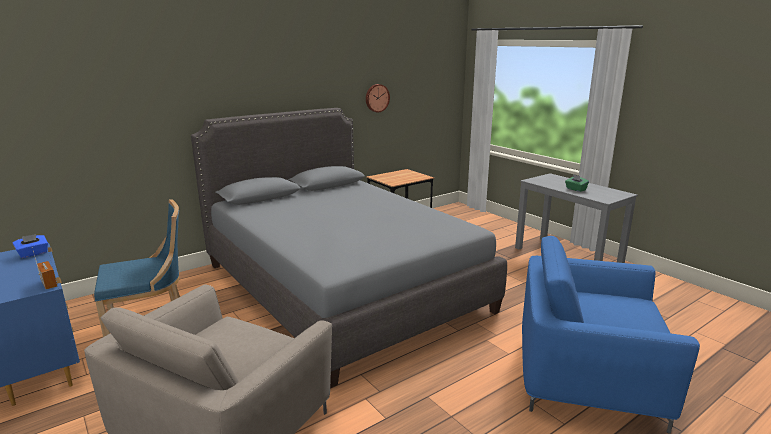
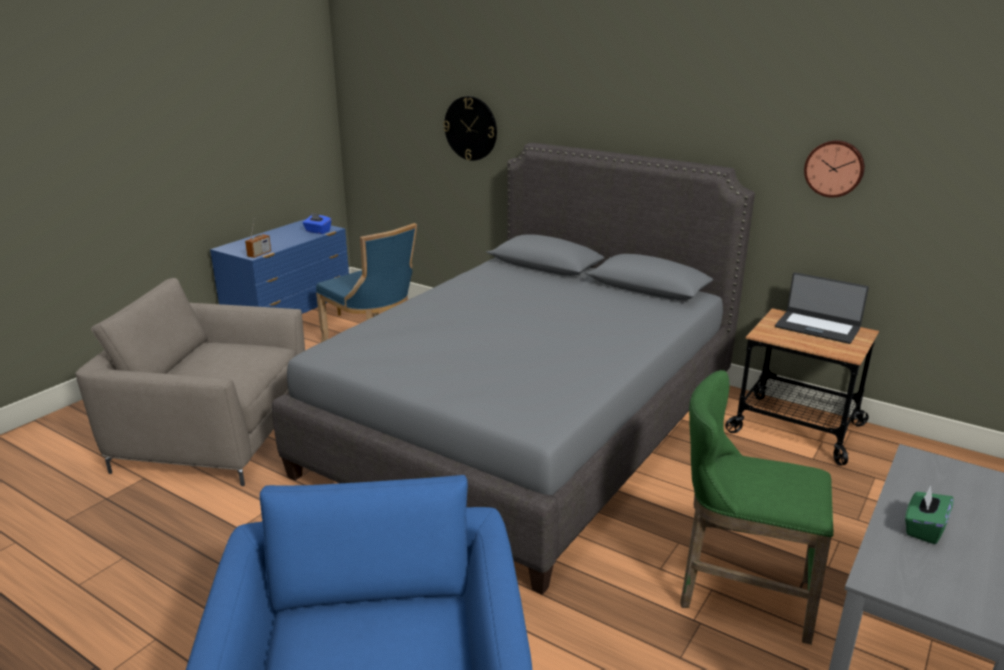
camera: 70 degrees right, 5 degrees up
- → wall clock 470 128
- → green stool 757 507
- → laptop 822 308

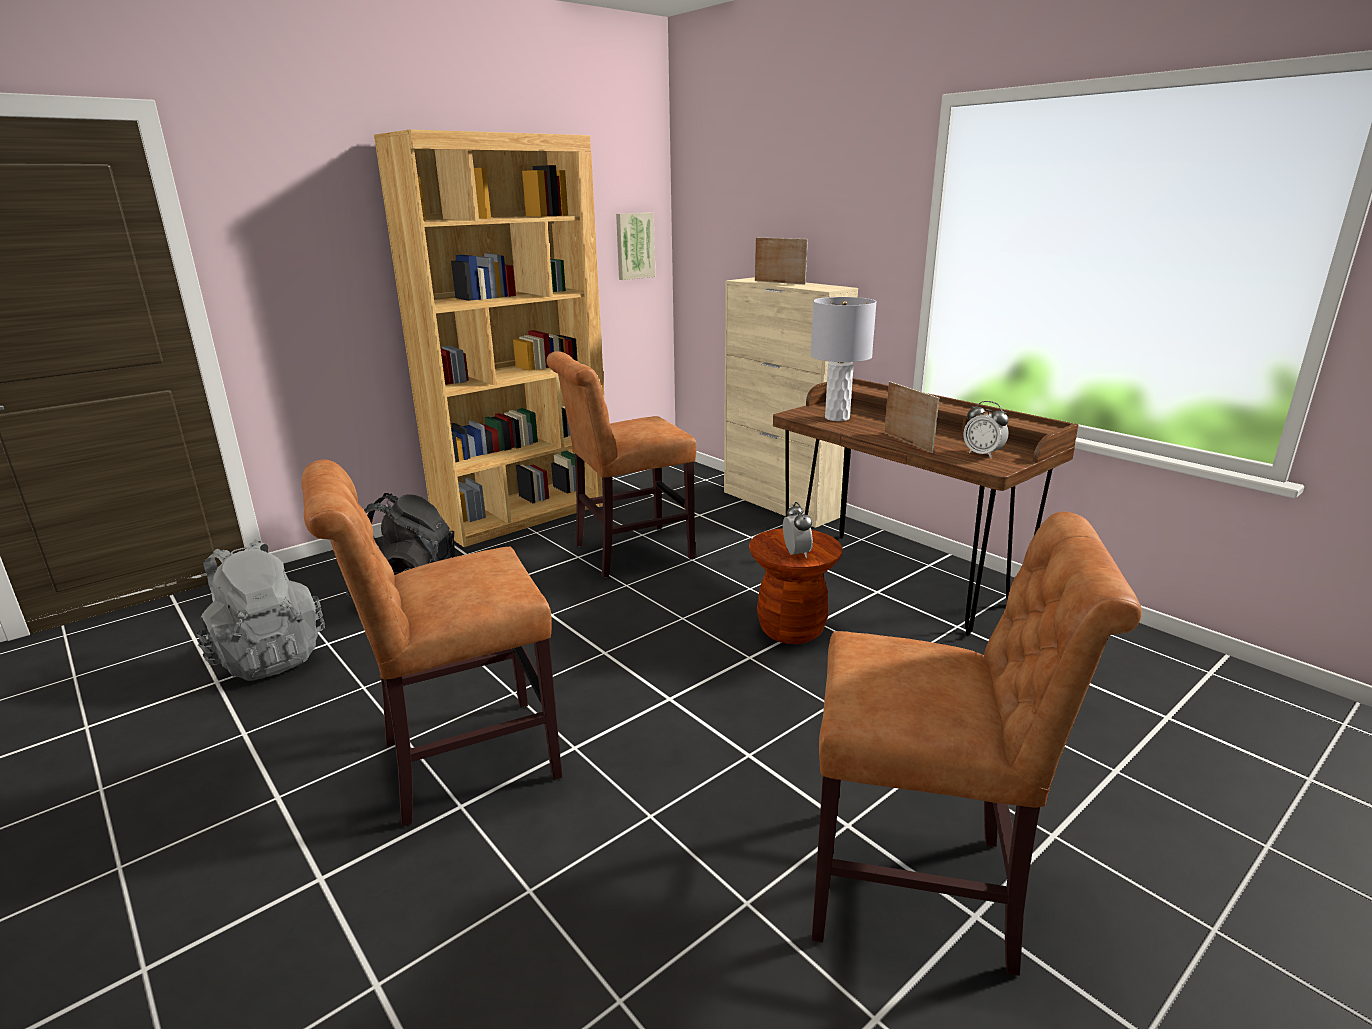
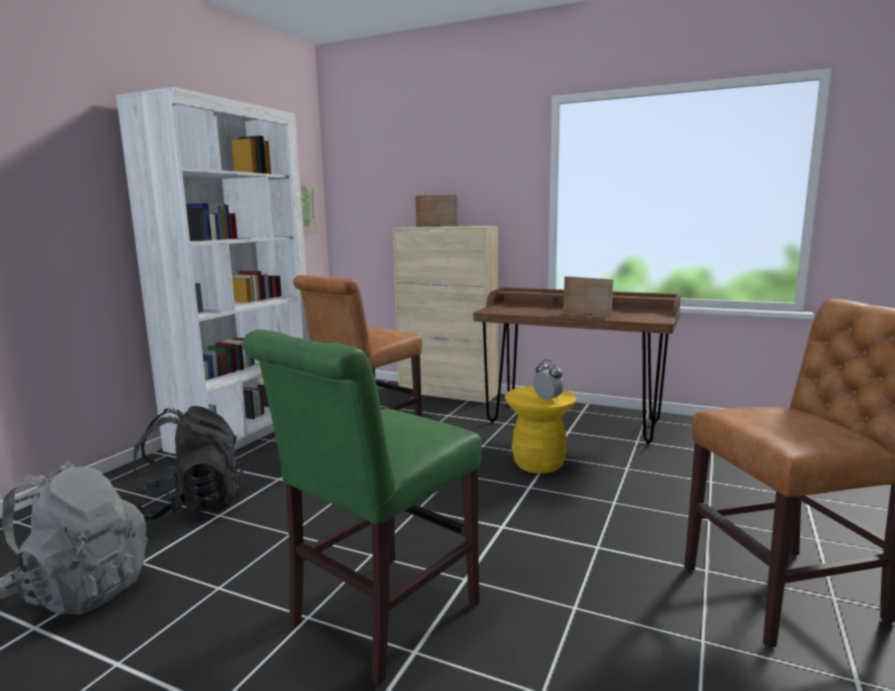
camera: 25 degrees left, 10 degrees down
grey table lamp 844 359 → -
alarm clock 986 429 → -
brown chair 431 643 → green chair 362 508
brown bookcase 489 338 → white bookcase 213 270
brown stool 795 586 → yellow stool 540 430

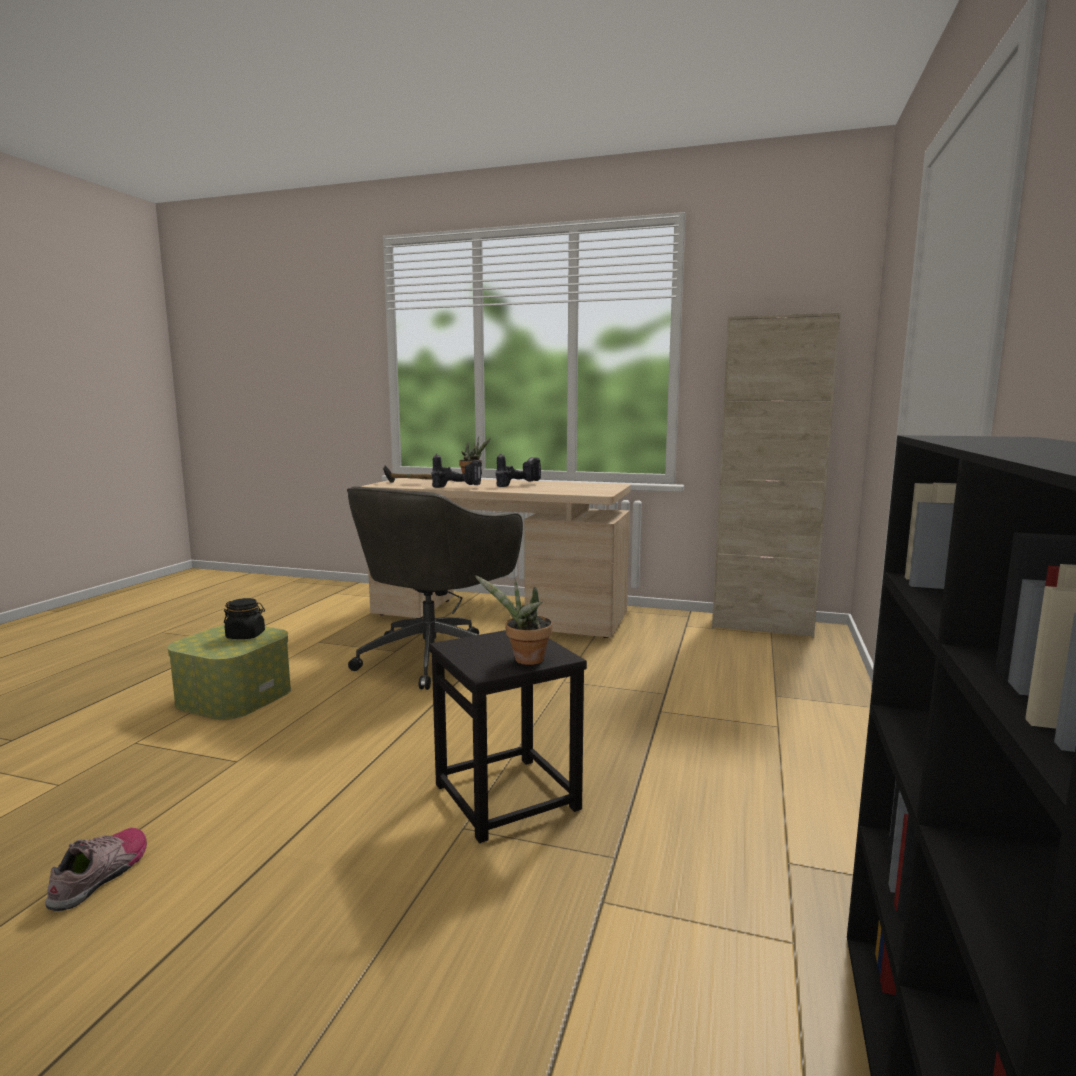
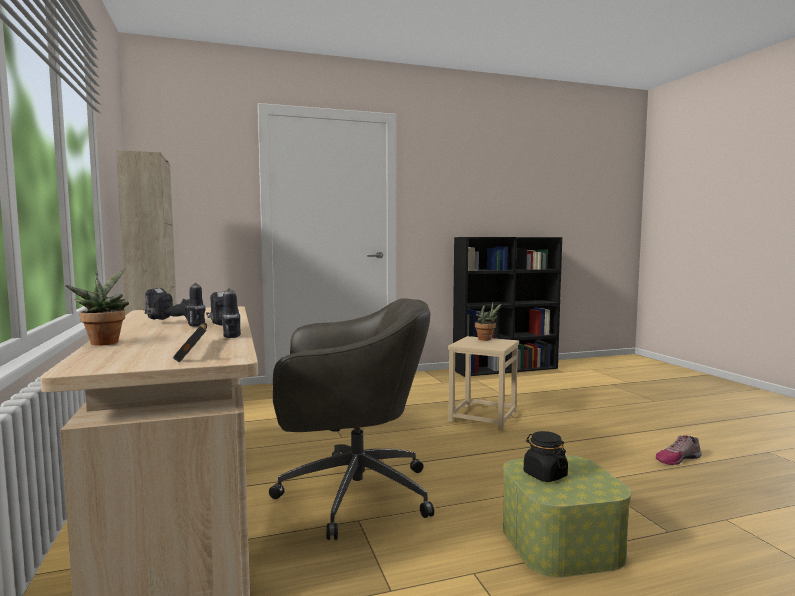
camera: 125 degrees left, 5 degrees down
black stool 508 736 → beige stool 483 383

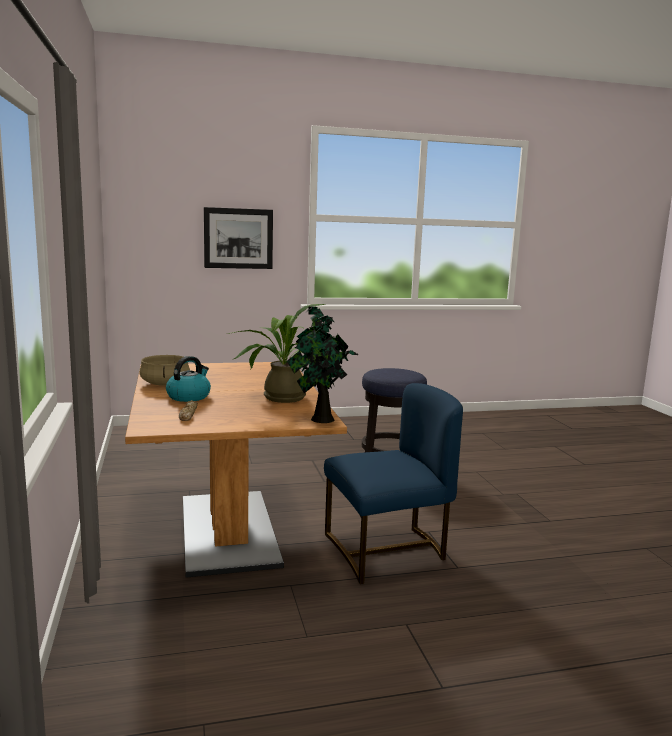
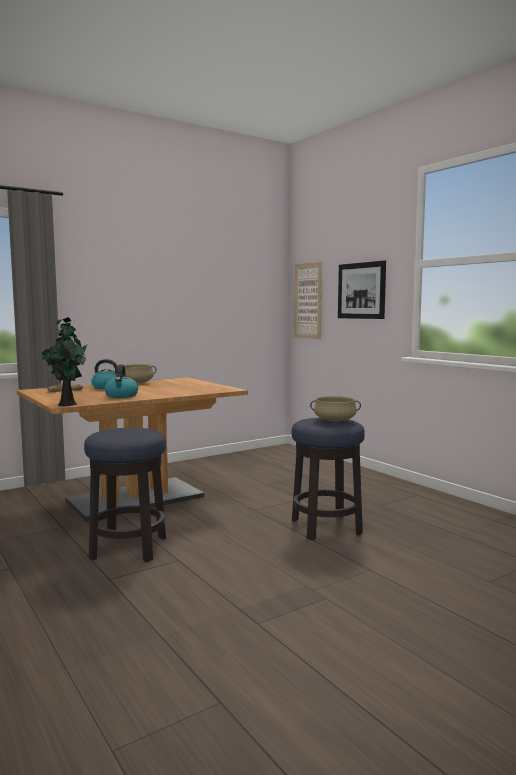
camera: 70 degrees right, 5 degrees down
- → picture 308 300
- → beige cooking pot 335 409
potted plant 277 353 → kettle 121 381
blue chair 393 483 → stool 125 495

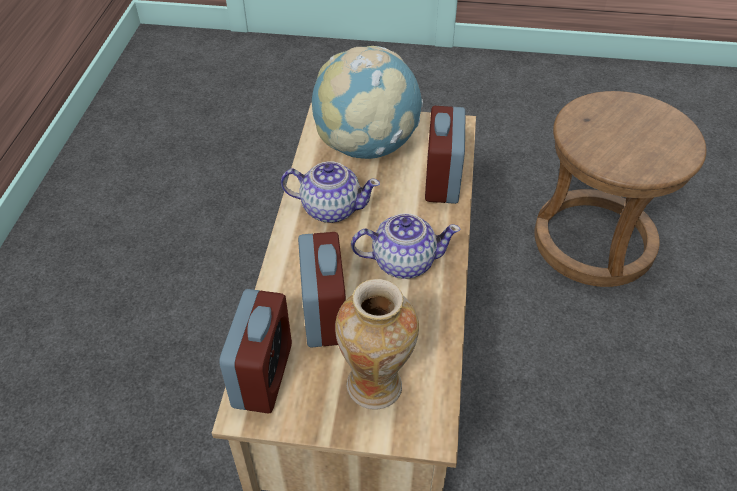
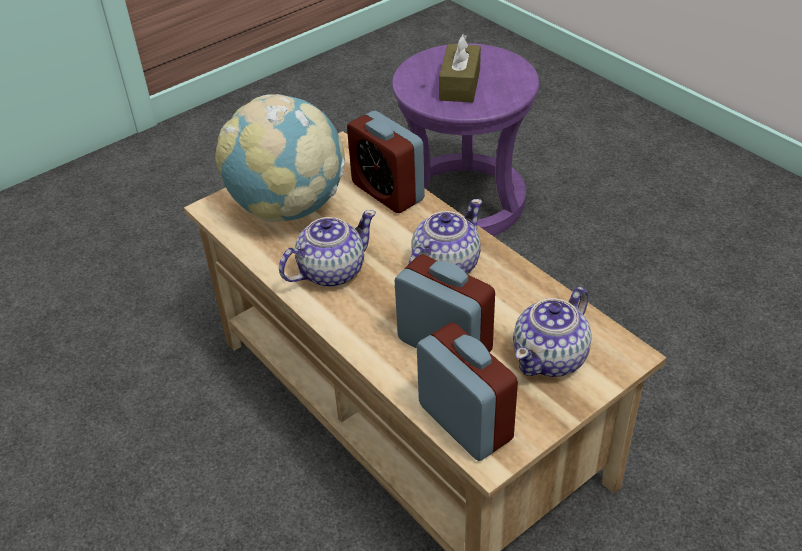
camera: 45 degrees left, 5 degrees down
- → brown tissue box 460 68
vase 377 344 → teapot 552 332
brown stool 620 189 → purple stool 465 139

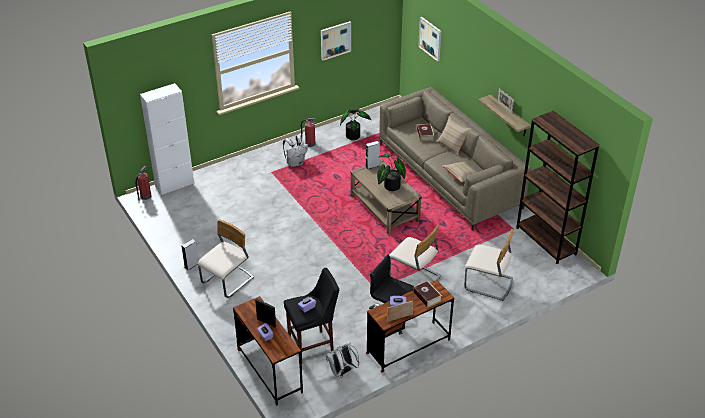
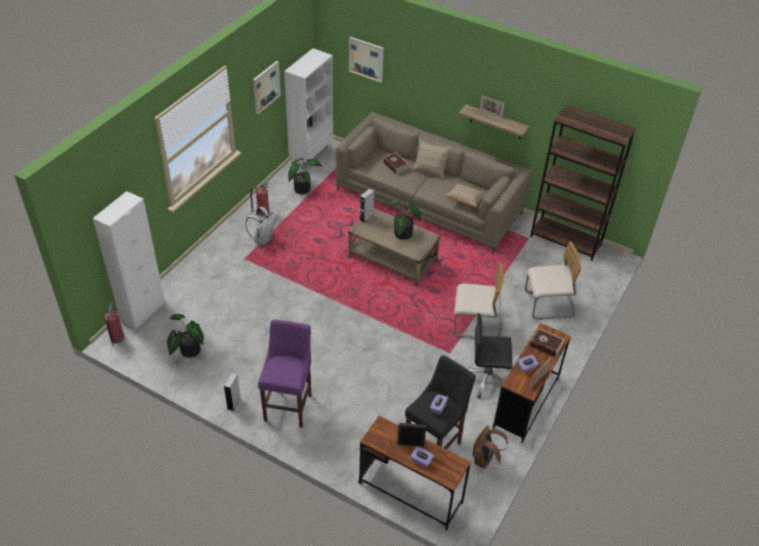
camera: 30 degrees left, 5 degrees up
- → potted plant 185 336
- → white bookcase 308 109
beige chair 226 258 → purple stool 284 373
white backpack 342 360 → brown backpack 490 447

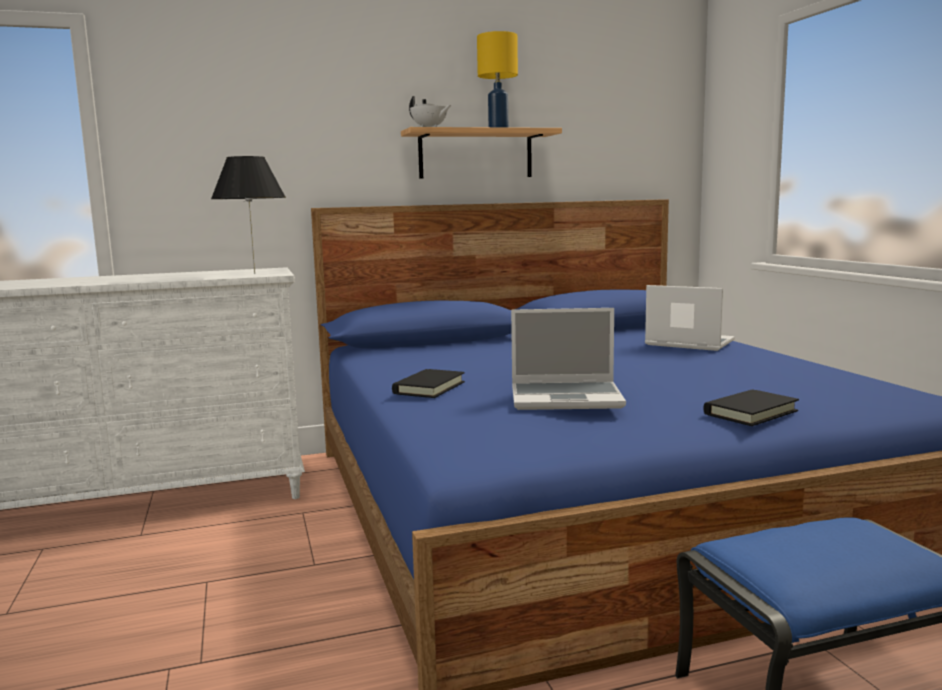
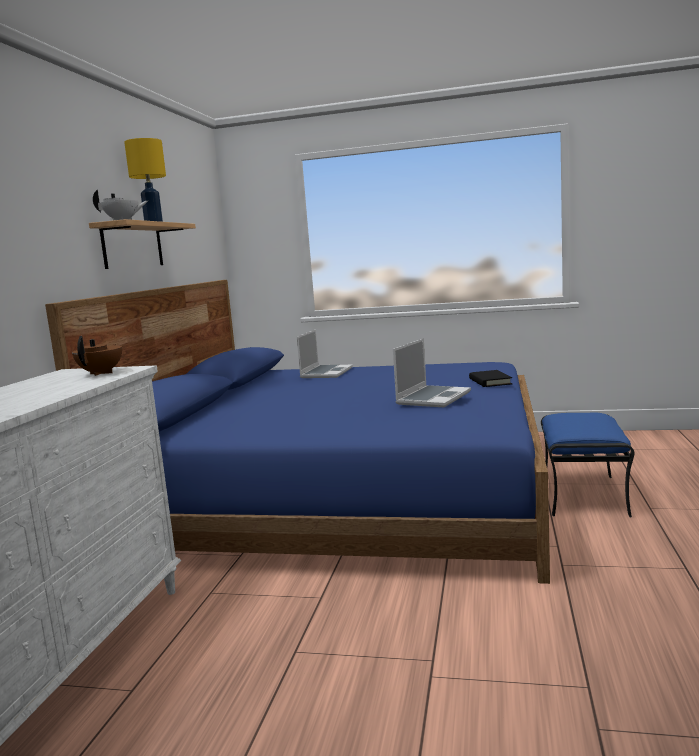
camera: 60 degrees left, 0 degrees up
black book 428 383 → -
black table lamp 248 215 → brown teapot 97 356
laptop 690 318 → laptop 325 354, 135 degrees clockwise

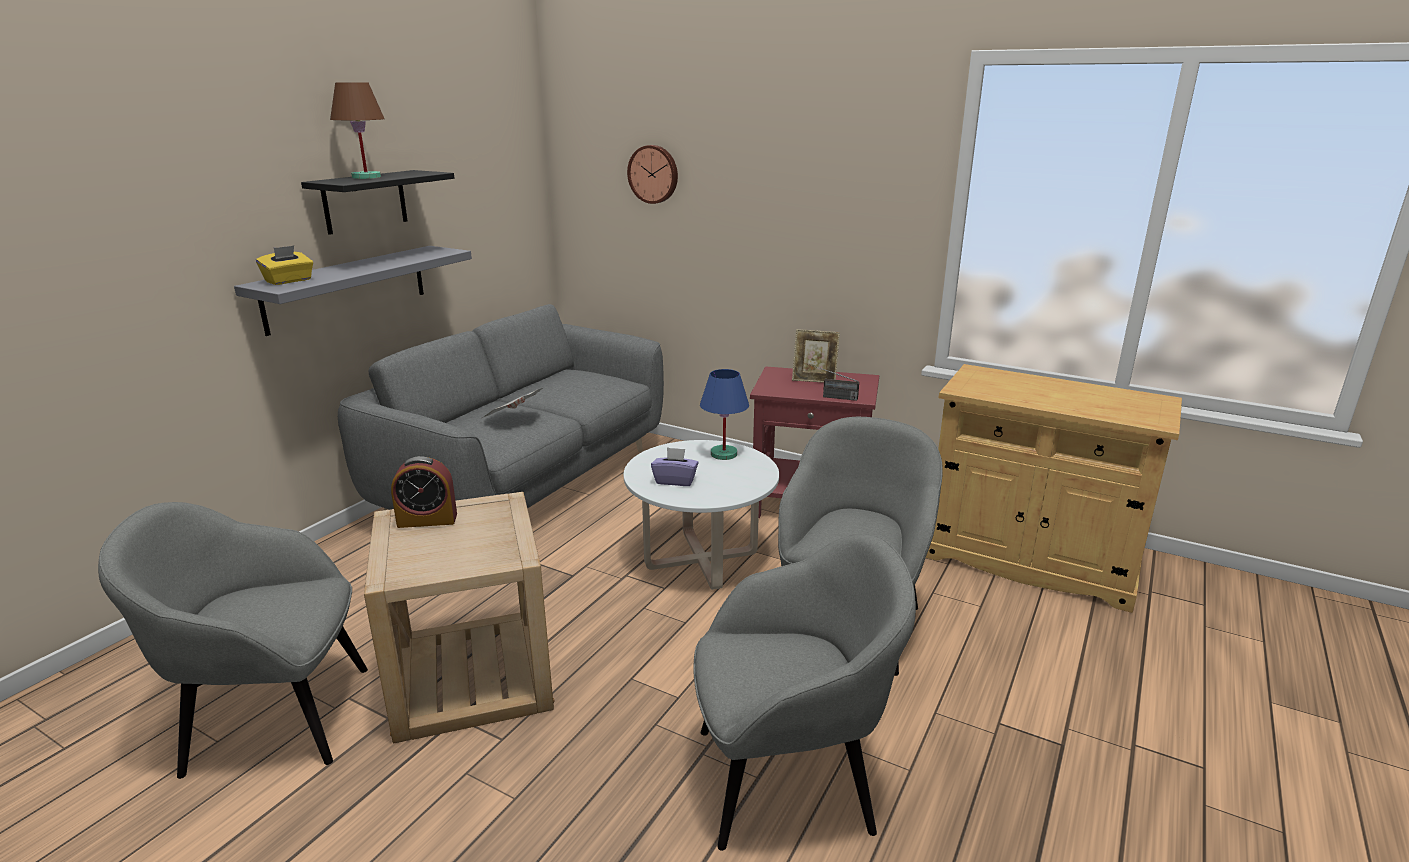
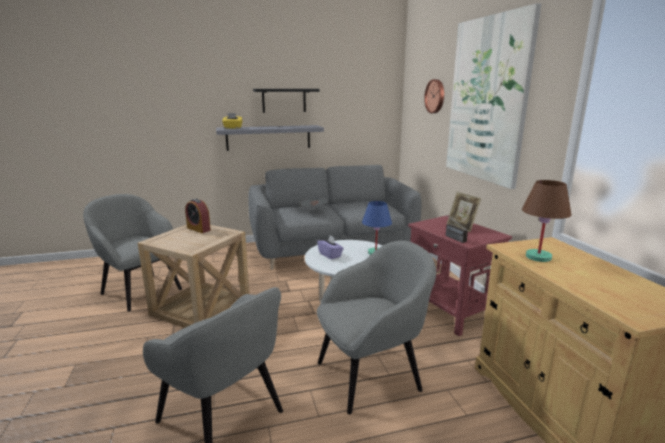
camera: 45 degrees right, 5 degrees down
- → picture 493 96
brown table lamp 357 130 → brown table lamp 547 221, relocated

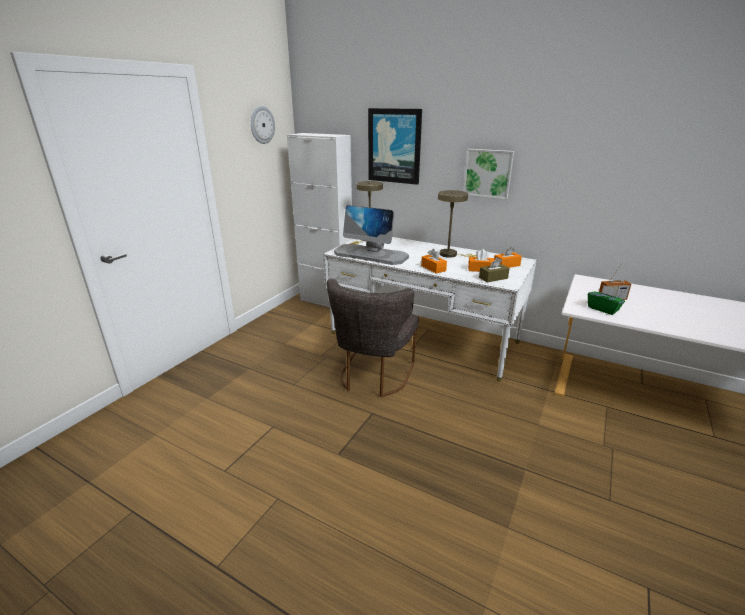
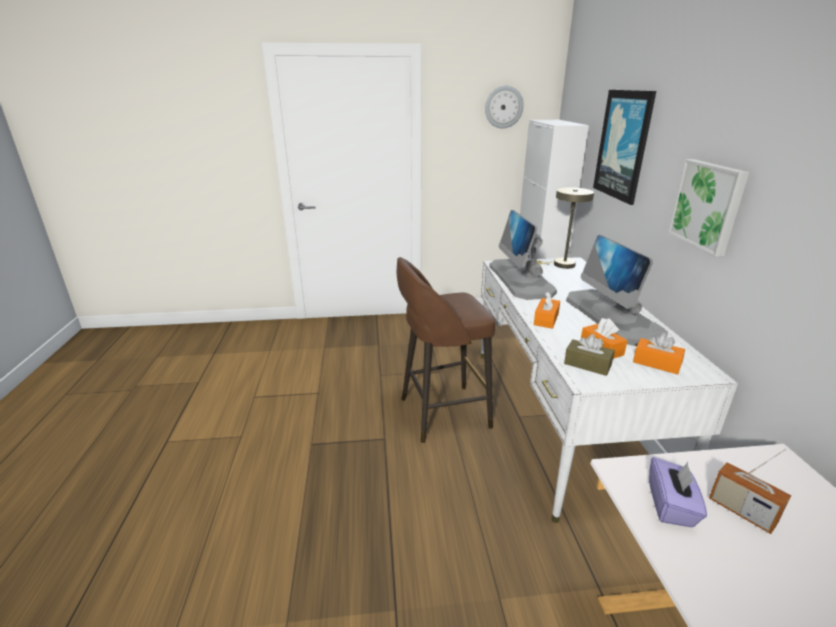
camera: 55 degrees right, 0 degrees up
grey chair 373 338 → brown stool 446 350
beige table lamp 457 224 → monitor 617 291
green tissue box 606 300 → purple tissue box 678 492

